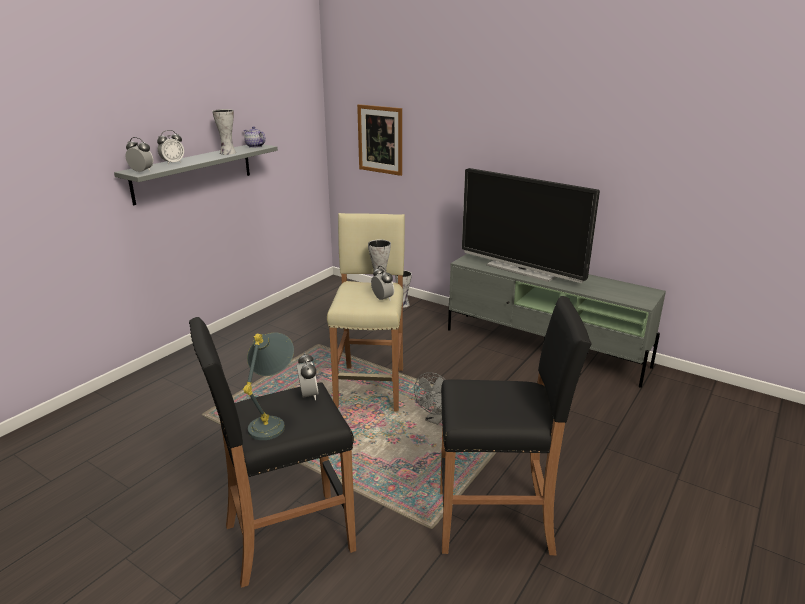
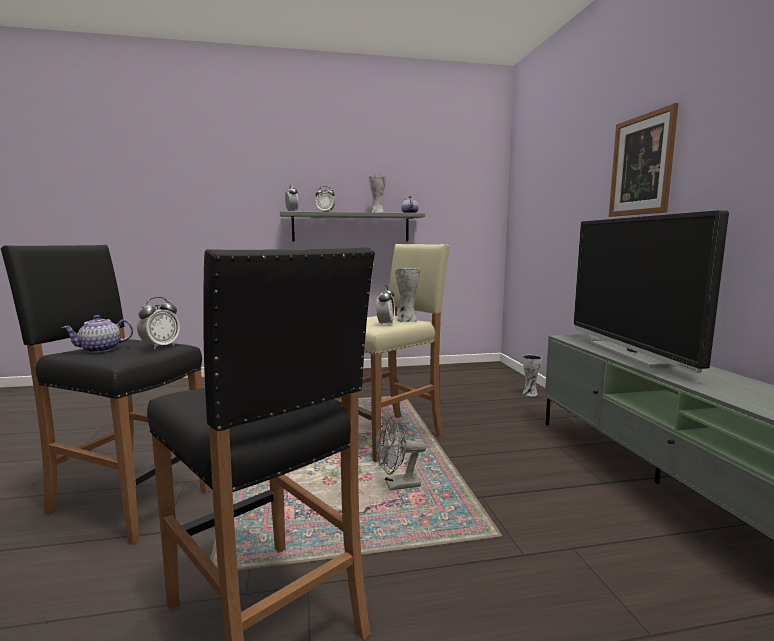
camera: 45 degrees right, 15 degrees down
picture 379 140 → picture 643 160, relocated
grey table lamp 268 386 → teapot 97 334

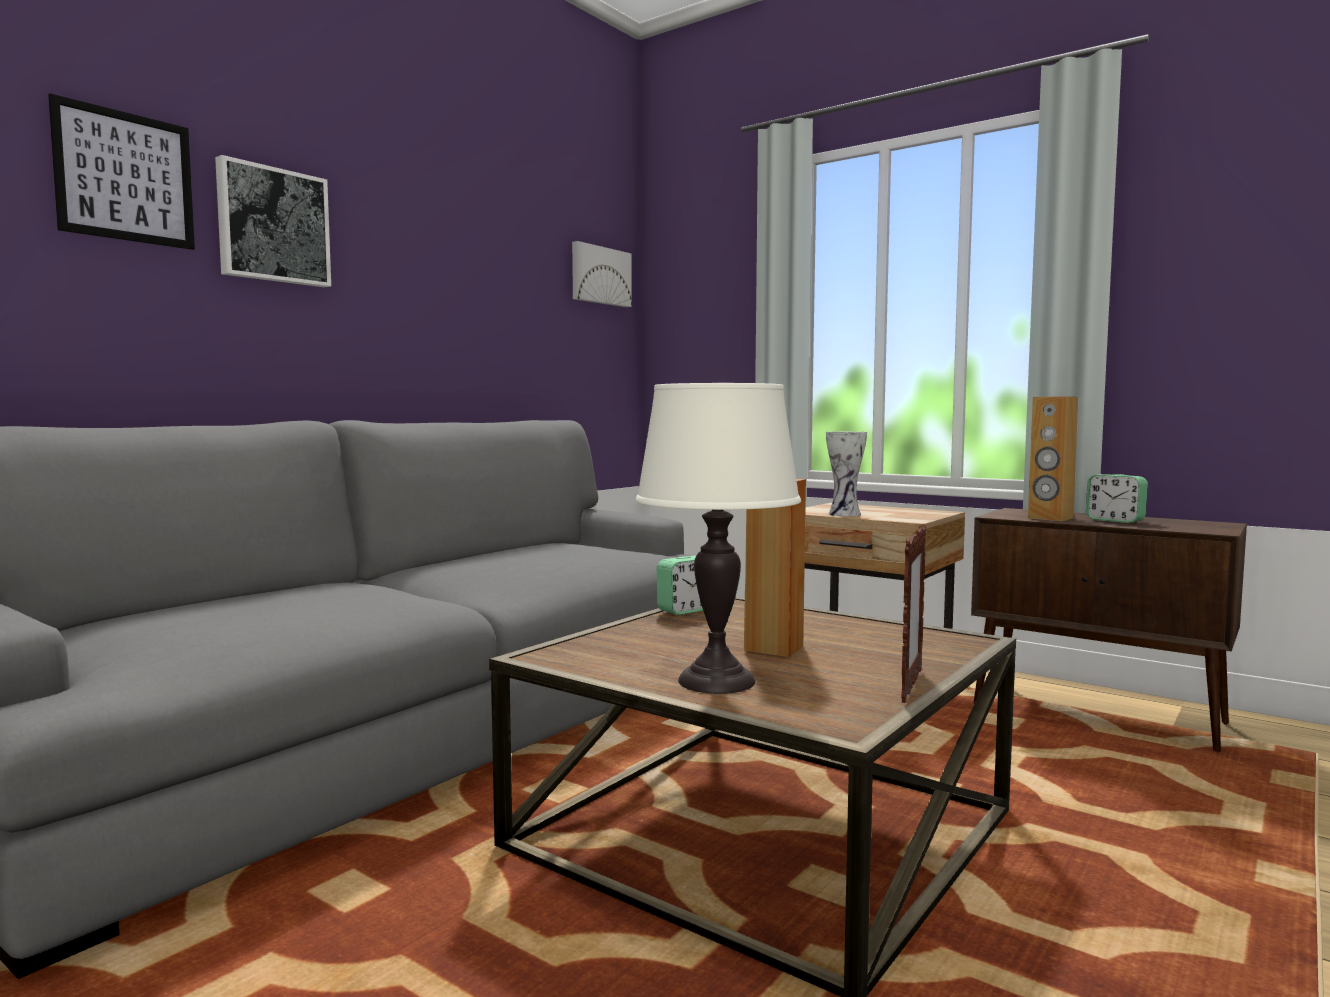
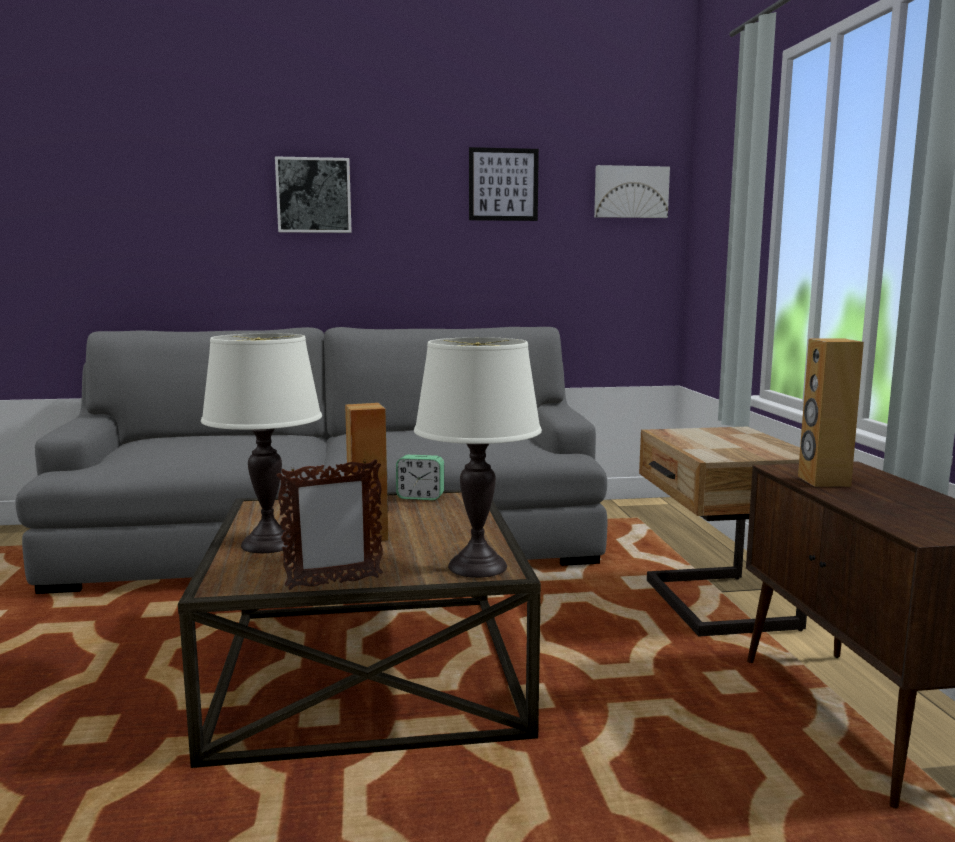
camera: 45 degrees right, 5 degrees up
vase 846 474 → -
alarm clock 1117 498 → -
- → white table lamp 478 457
picture 121 171 → picture 504 184, relocated

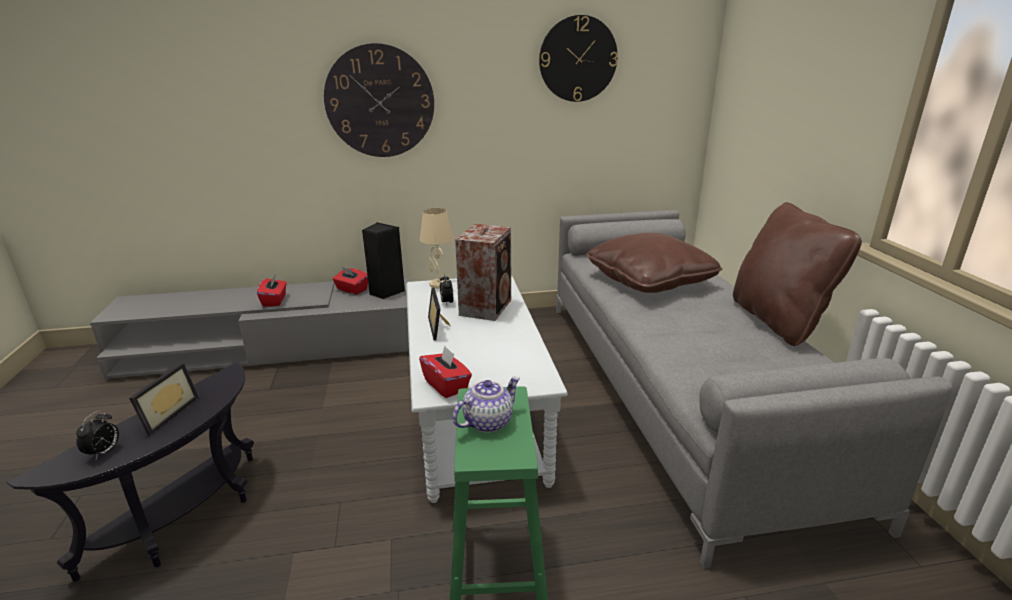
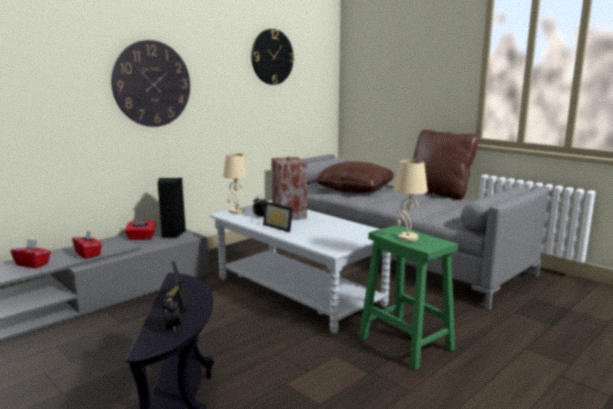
camera: 35 degrees left, 10 degrees down
red tissue box 445 371 → red tissue box 31 253, relocated
teapot 486 404 → beige table lamp 411 200

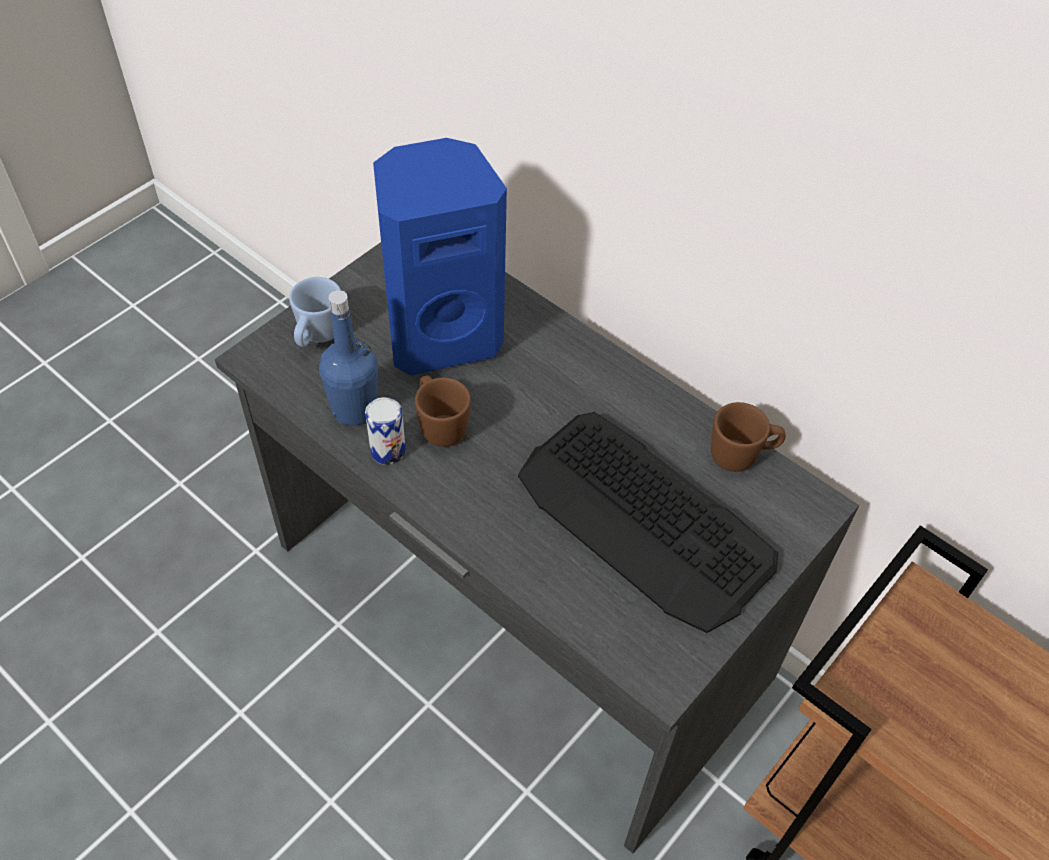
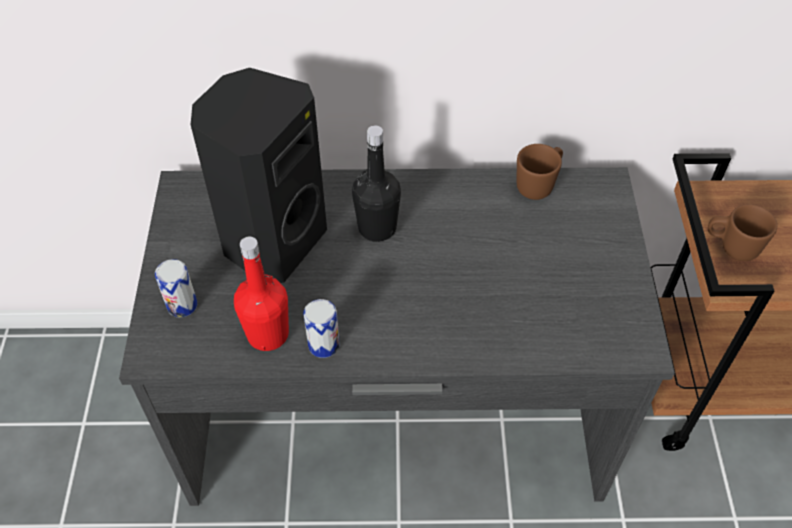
camera: 40 degrees left, 0 degrees up
keyboard 648 522 → -
- → black bottle 376 184
brown mug 443 411 → brown mug 742 232, relocated
blue mug 315 312 → can 176 288
blue bottle 348 358 → red bottle 261 294
blue speaker 440 256 → black speaker 259 175

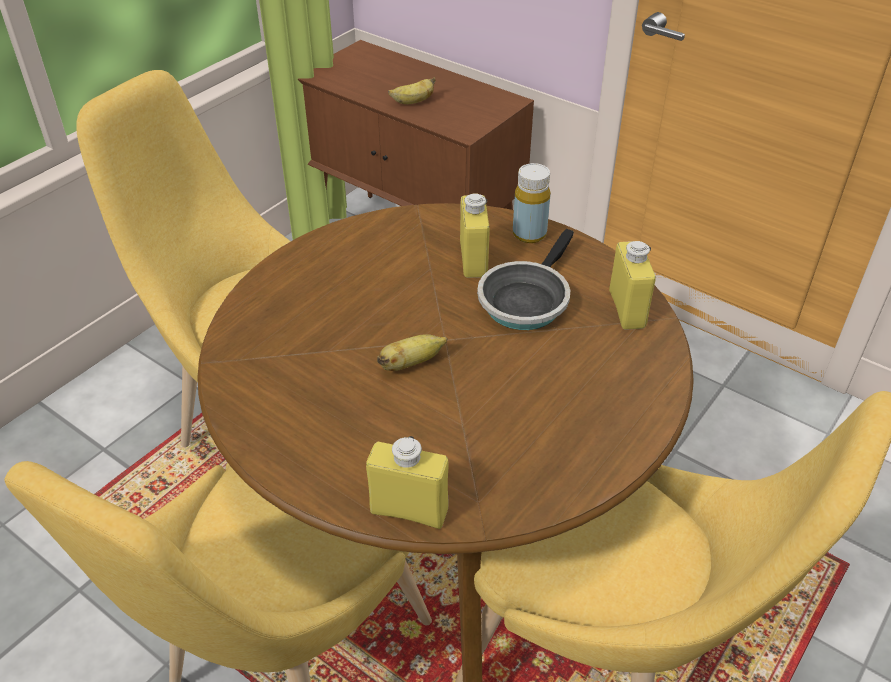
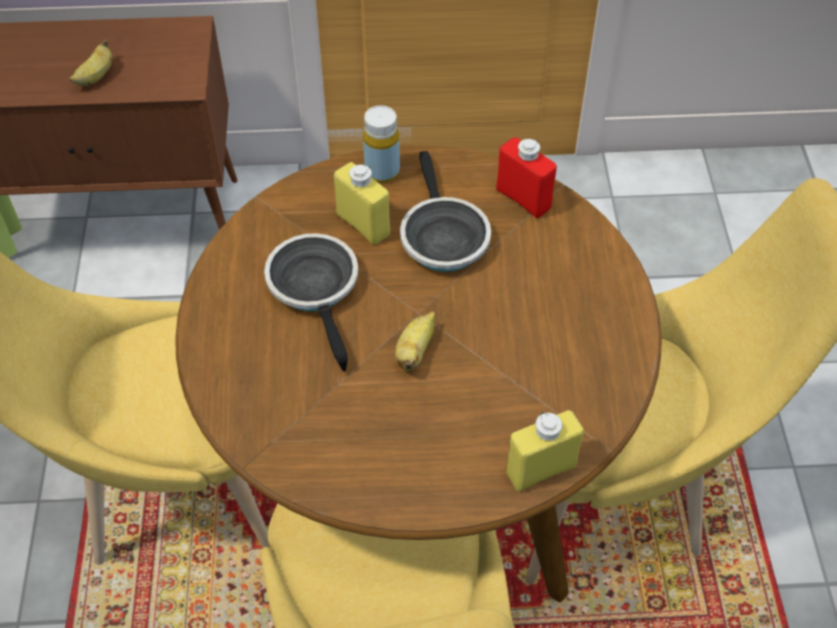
camera: 40 degrees left, 10 degrees up
- → frying pan 311 302
yellow bottle 632 285 → red bottle 526 177

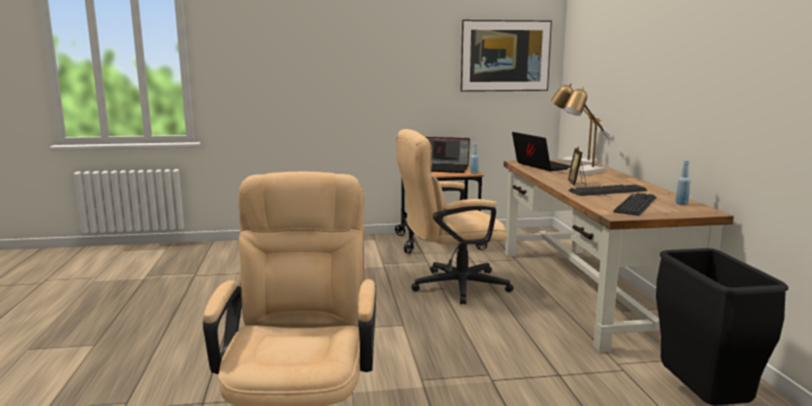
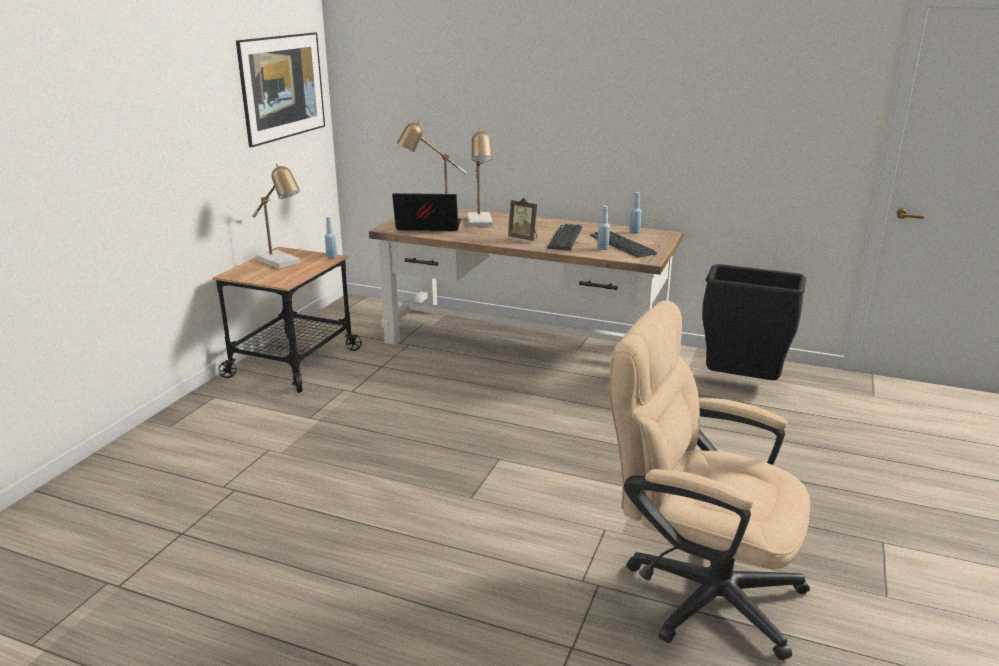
camera: 60 degrees left, 10 degrees up
beige office chair 455 216 → -
- → blue bottle 603 228
laptop 448 155 → table lamp 276 216

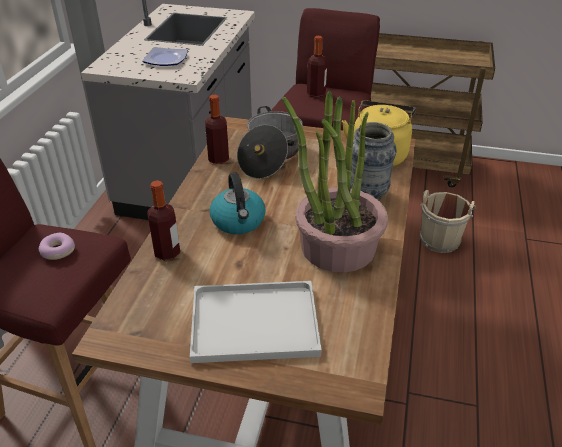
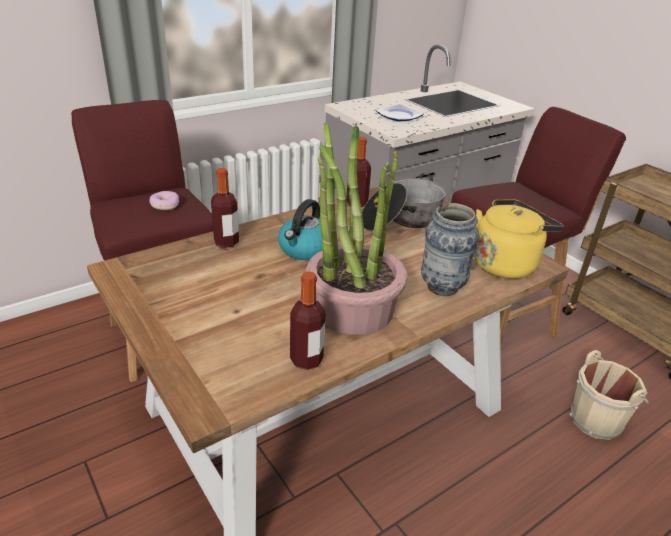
camera: 40 degrees right, 5 degrees down
white tray 256 322 → -
bottle 317 66 → bottle 308 320, relocated

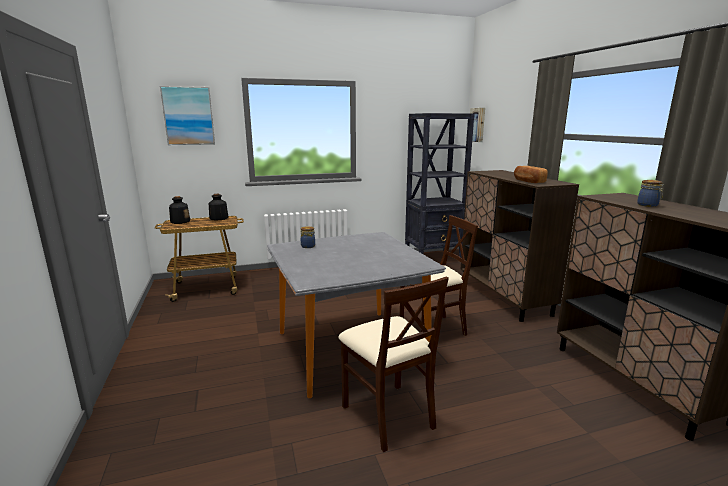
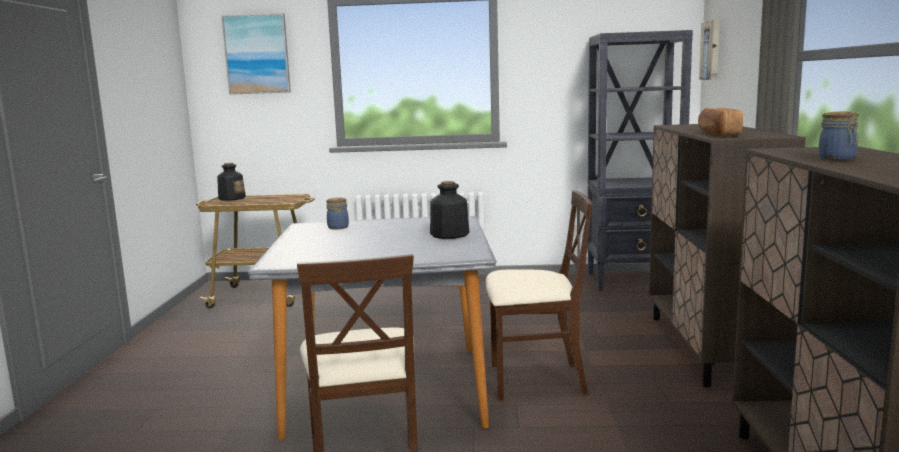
camera: 20 degrees right, 5 degrees down
bottle 218 207 → bottle 450 210, relocated

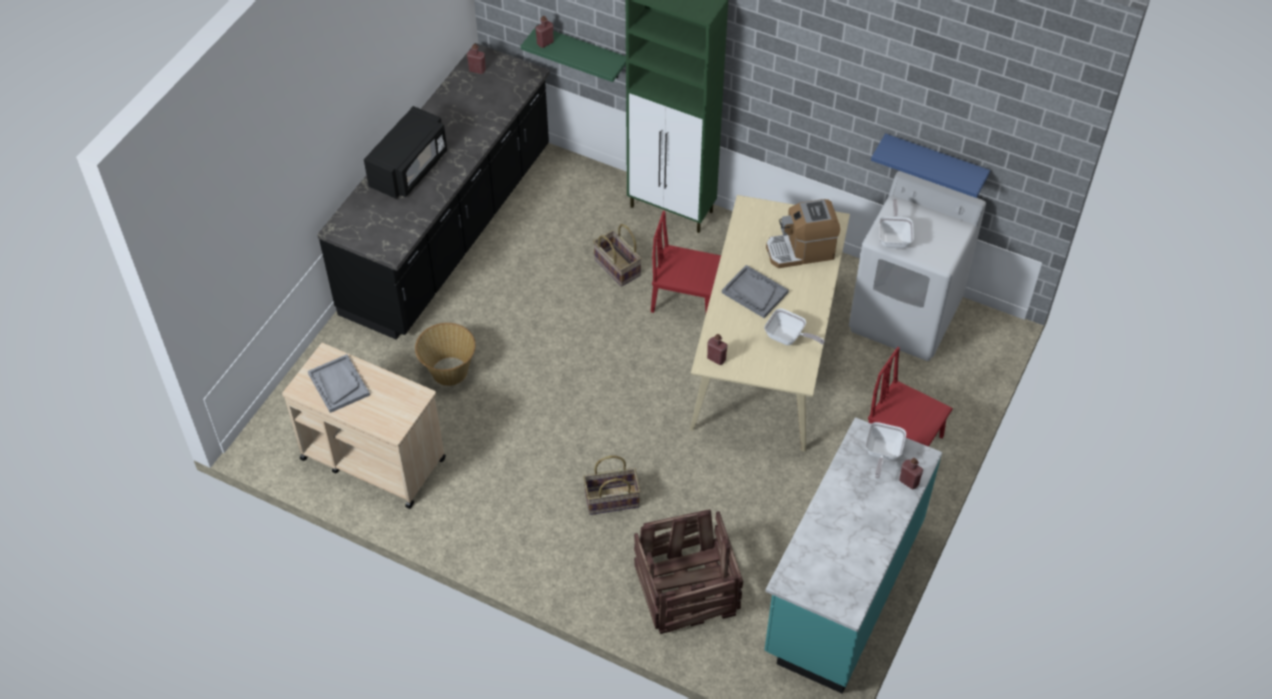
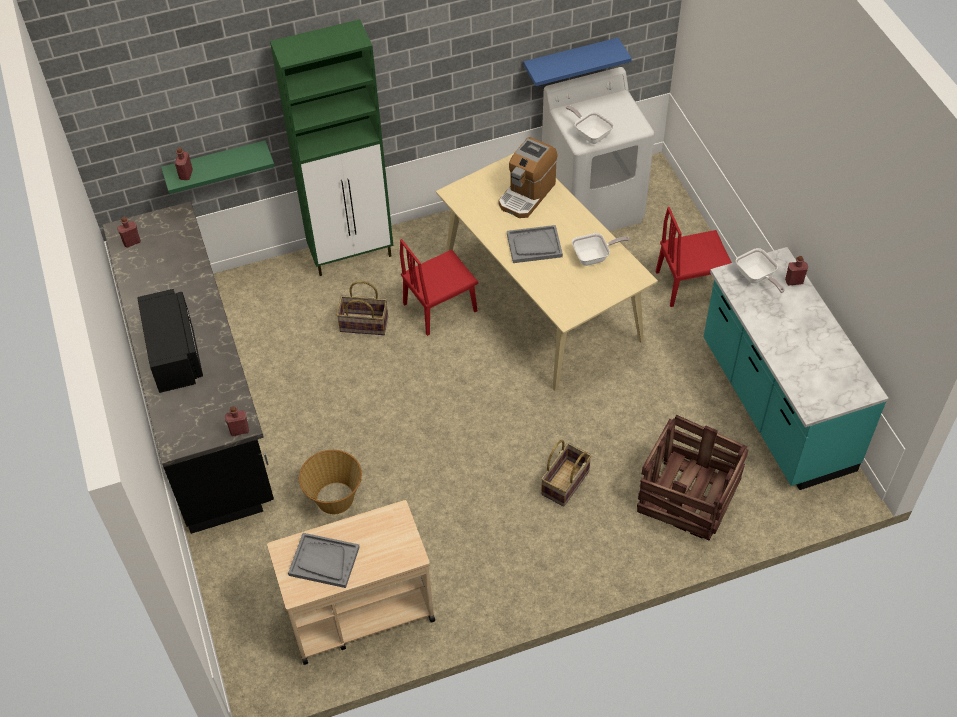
camera: 45 degrees left, 0 degrees up
red bottle 717 349 → red bottle 237 421, relocated

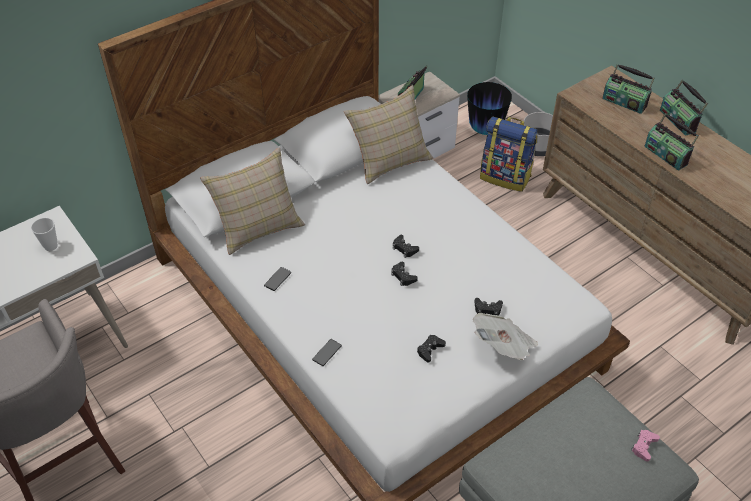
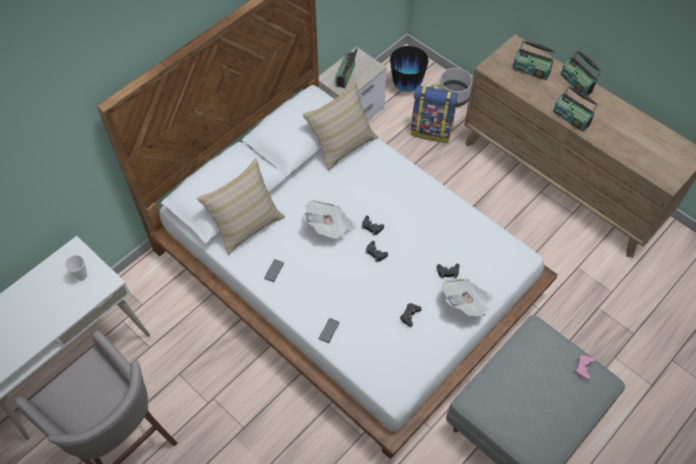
camera: 10 degrees left, 10 degrees up
- → newspaper 329 219

